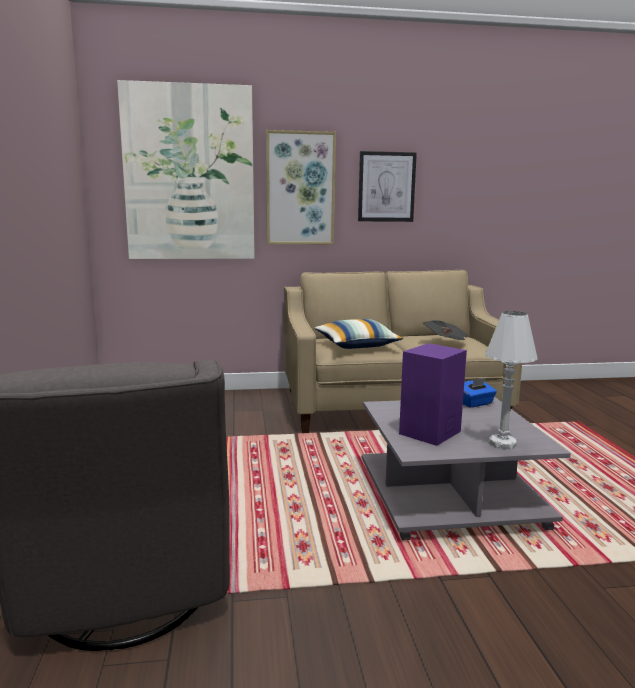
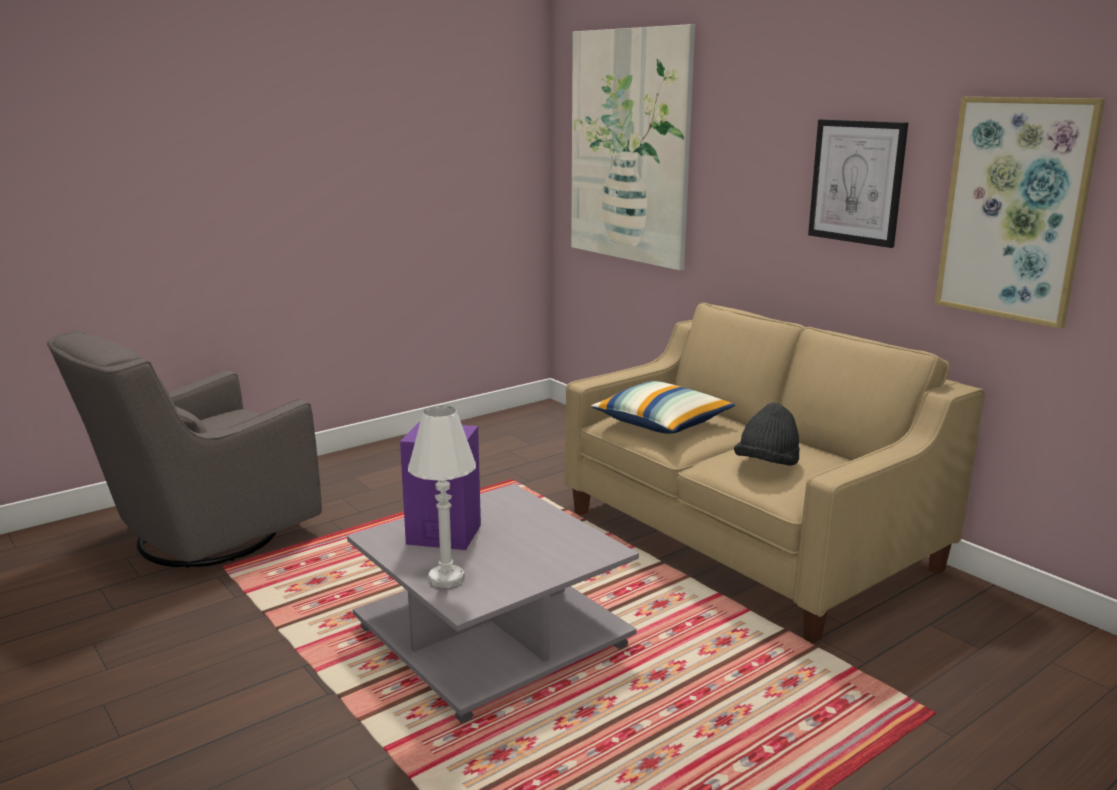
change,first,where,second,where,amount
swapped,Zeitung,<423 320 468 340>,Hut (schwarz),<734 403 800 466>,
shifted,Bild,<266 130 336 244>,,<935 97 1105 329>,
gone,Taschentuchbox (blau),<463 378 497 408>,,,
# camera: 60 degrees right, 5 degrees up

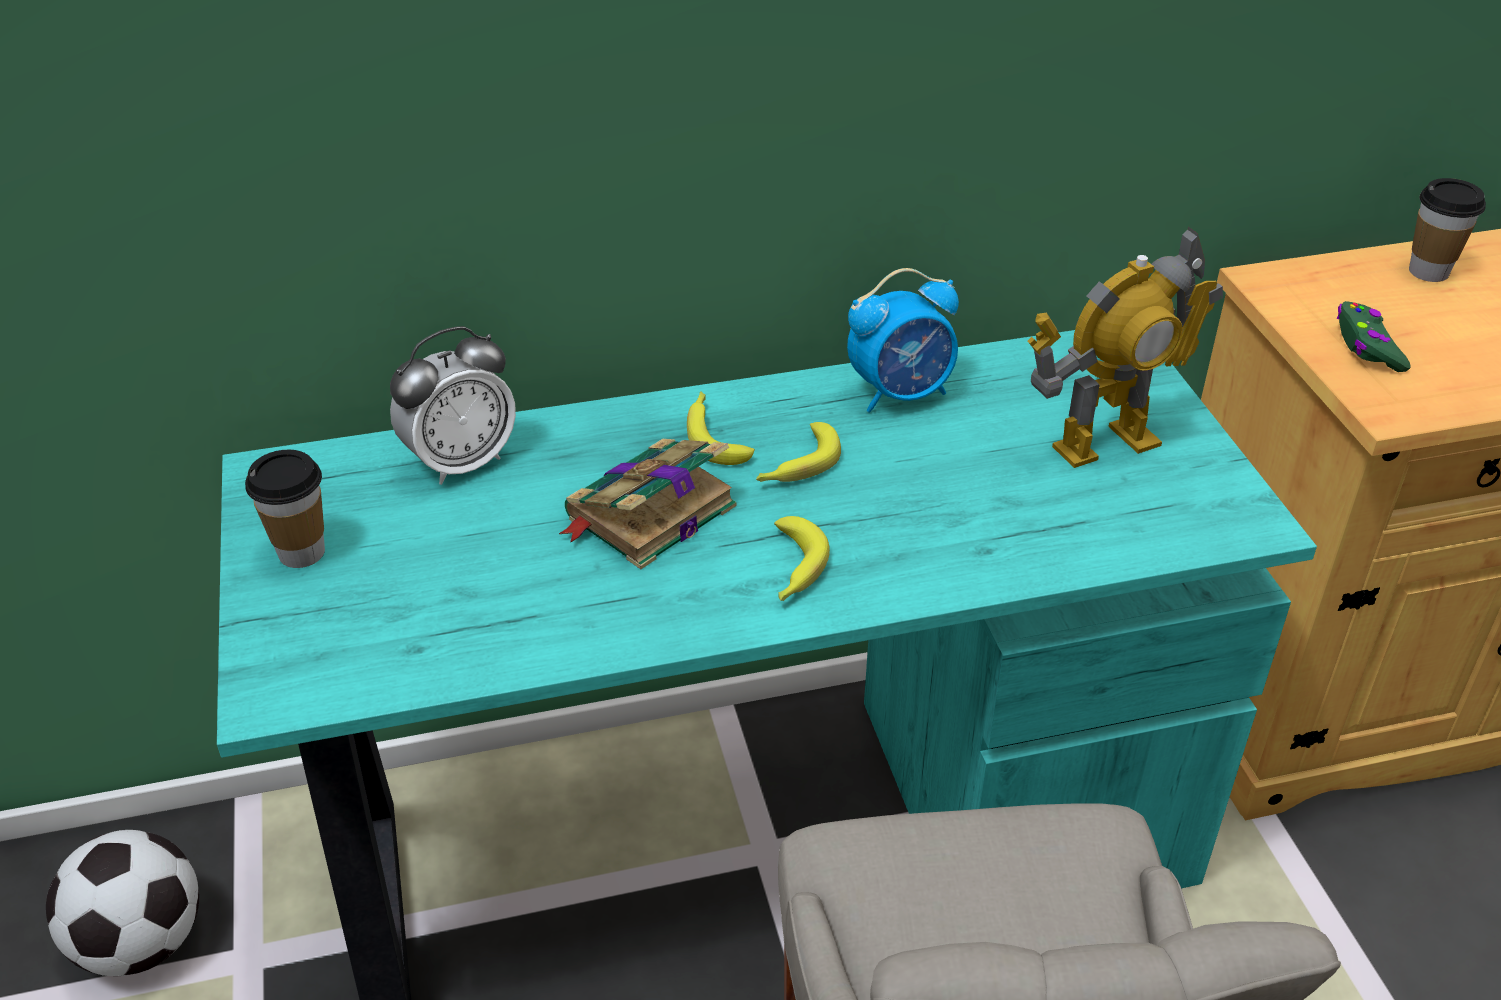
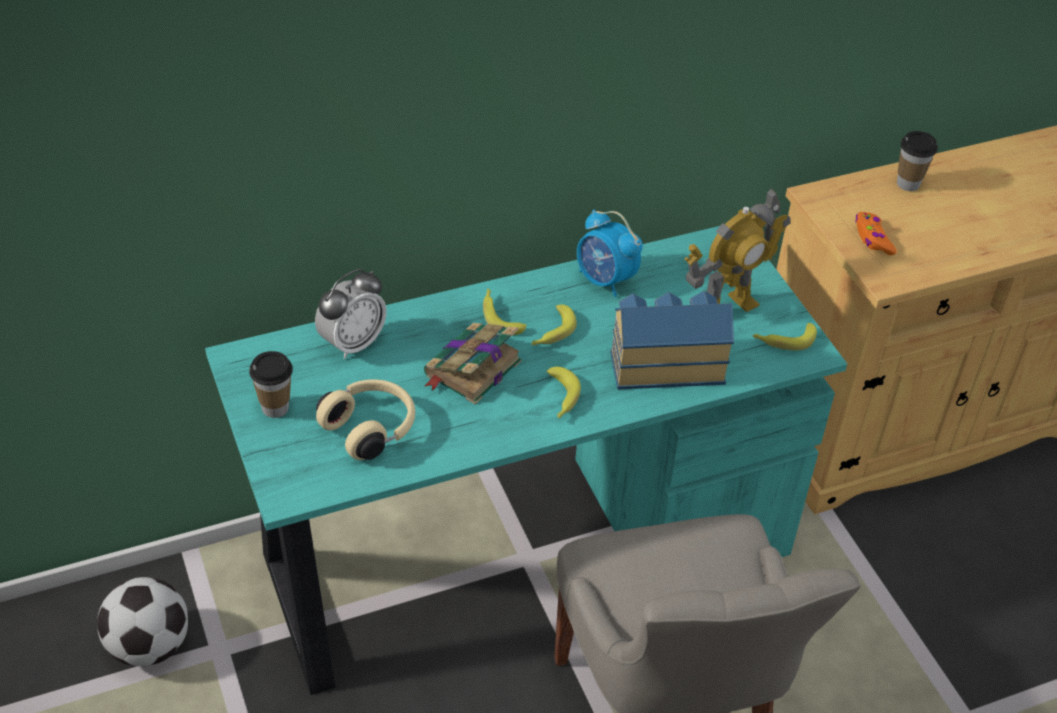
change,first,where,second,where,amount
new,,,Kopfhörer (beige),<316 379 415 460>,
rotated,Wecker,<847 268 959 413>,,<577 210 643 297>,75 degrees clockwise
new,,,Spielzeughaus,<610 291 734 390>,
new,,,Banane,<752 323 817 350>,
repainted,Gamepad (grün),<1337 301 1411 372>,Gamepad (orange),<855 212 897 255>,
# camera: 10 degrees left, 5 degrees up

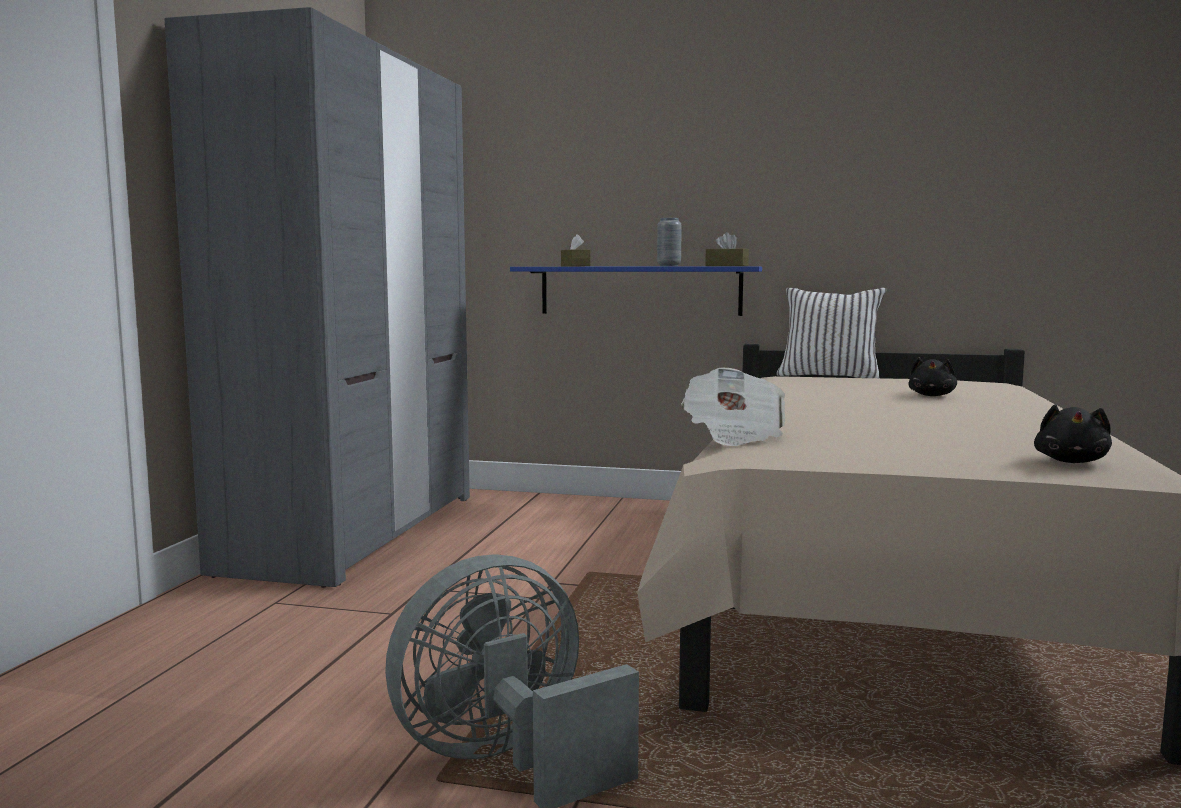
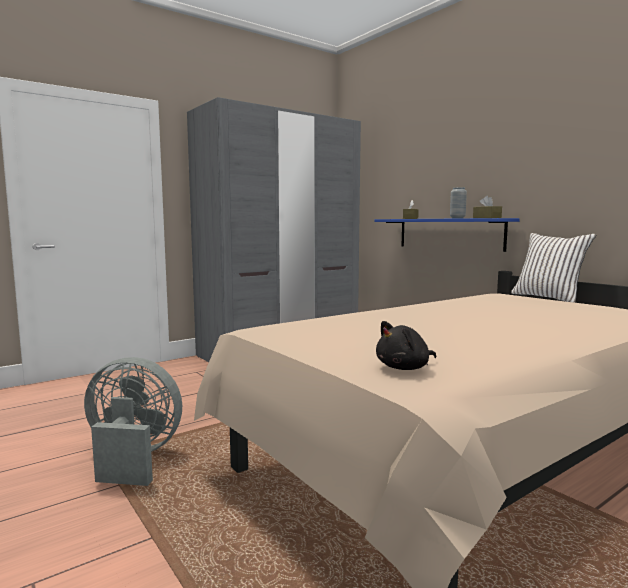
change,first,where,second,where,amount
gone,Zeitung,<681 368 785 446>,,,
gone,Plüschtier (schwarz),<908 357 957 396>,,,
# camera: 40 degrees right, 0 degrees up

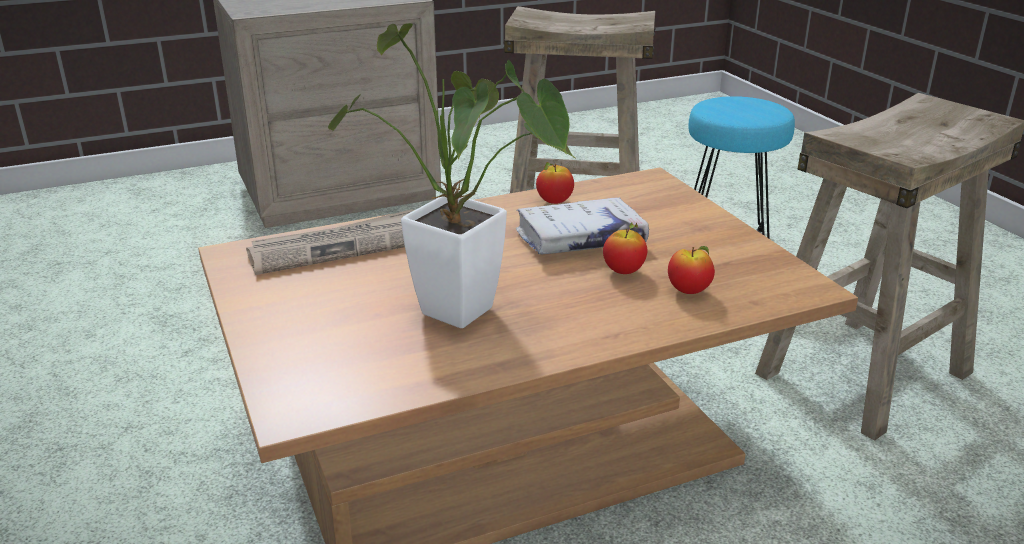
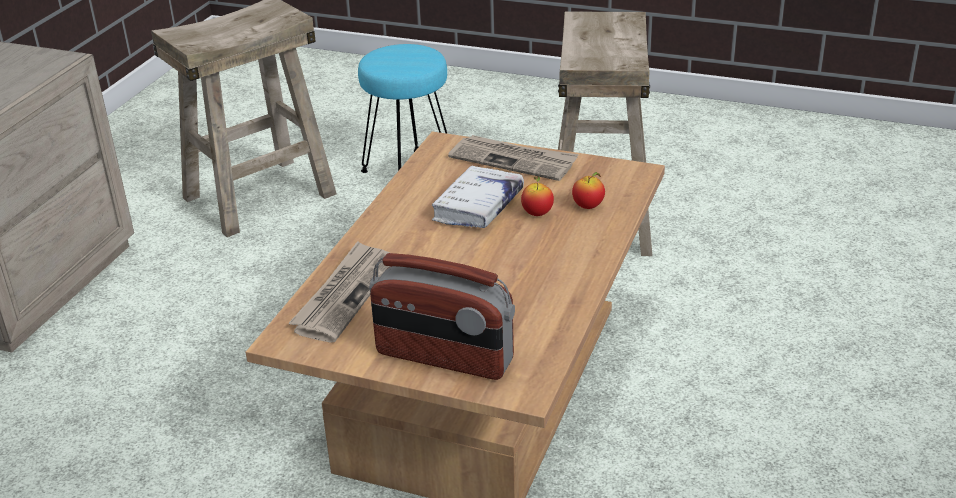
change,first,where,second,where,amount
new,,,Radio,<369 253 515 380>,
new,,,Zeitung,<448 135 579 181>,
gone,Topfpflanze,<328 23 575 328>,,,
gone,Apfel,<536 162 574 204>,,,
# camera: 45 degrees left, 5 degrees up

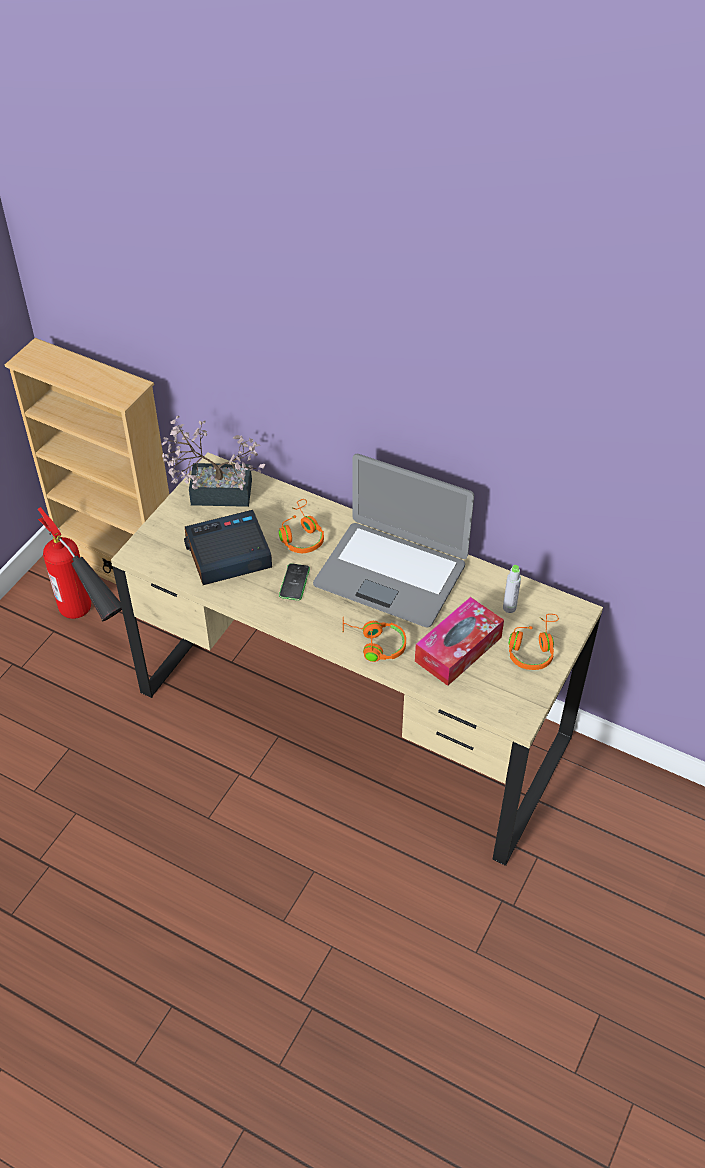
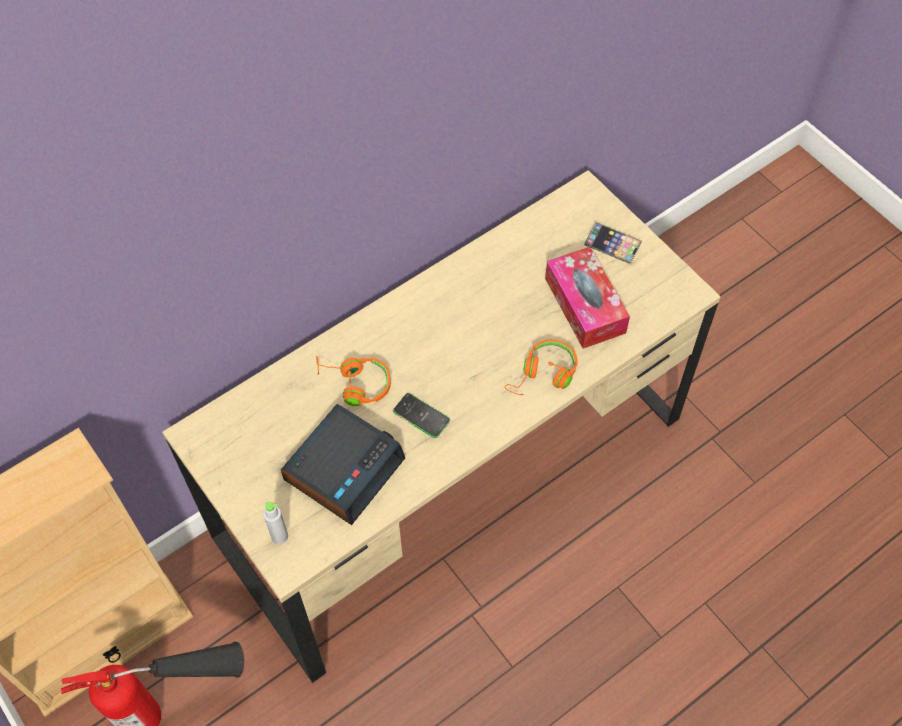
change,first,where,second,where,amount
shifted,Flasche (grau),<503 565 521 613>,,<263 502 288 544>,
rotated,Wecker,<184 510 272 585>,,<281 404 405 525>,150 degrees counterclockwise
swapped,Kopfhörer (orange),<509 614 559 670>,Handy,<584 222 642 264>,
gone,Topfpflanze,<162 416 265 507>,,,
gone,Laptop,<313 454 474 628>,,,
# camera: 65 degrees left, 10 degrees up

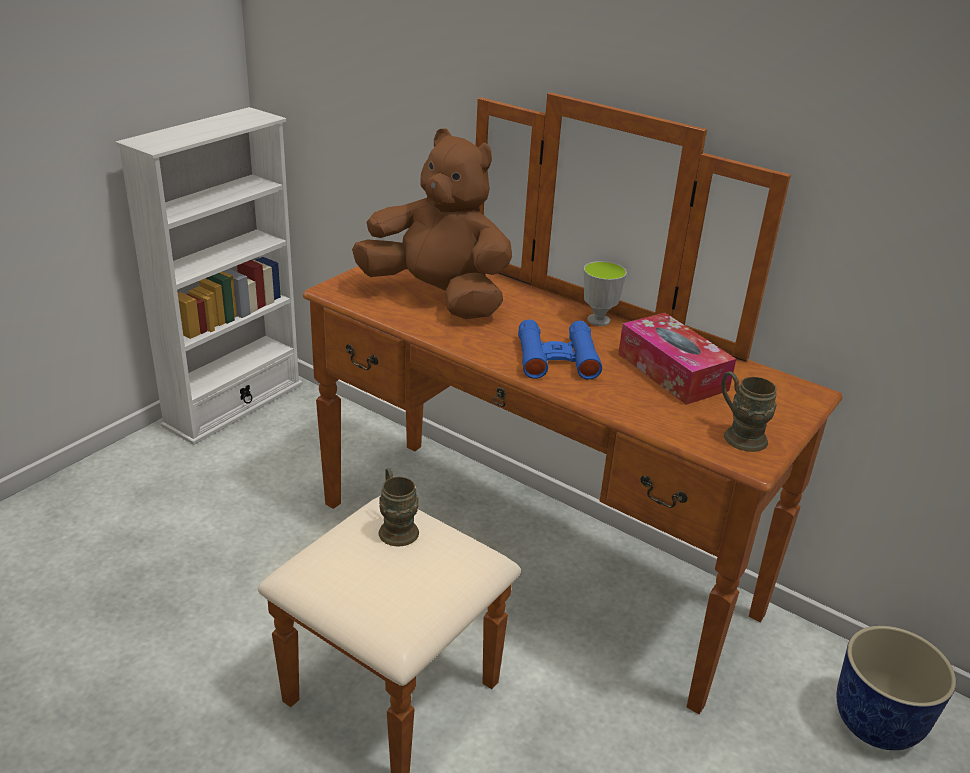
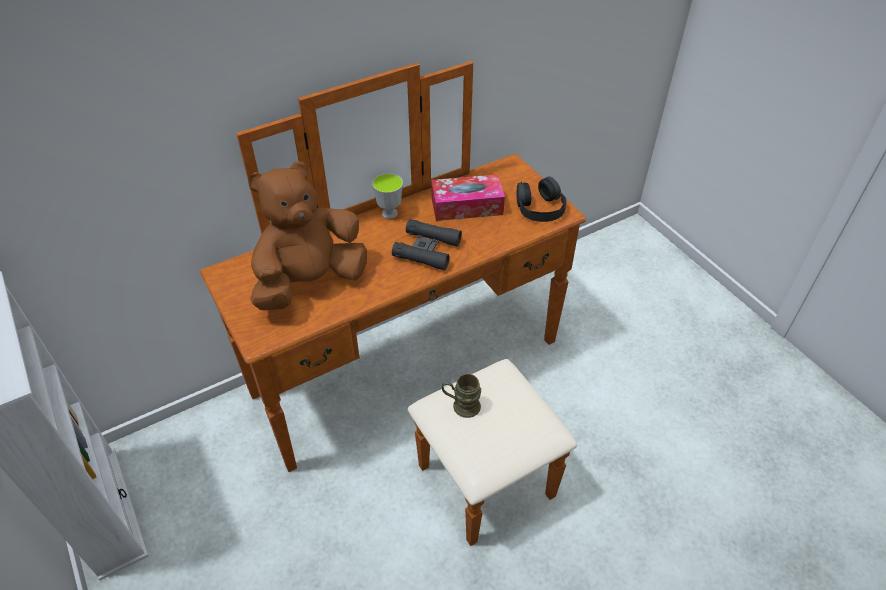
change,first,where,second,where,amount
repainted,Fernglas (blau),<518 320 602 380>,Fernglas (schwarz),<392 219 462 271>,
swapped,Henkelbecher (braun),<721 371 777 452>,Kopfhörer (schwarz),<517 176 567 222>,
gone,Pflanzkübel,<837 626 956 750>,,,
# camera: 65 degrees left, 15 degrees up

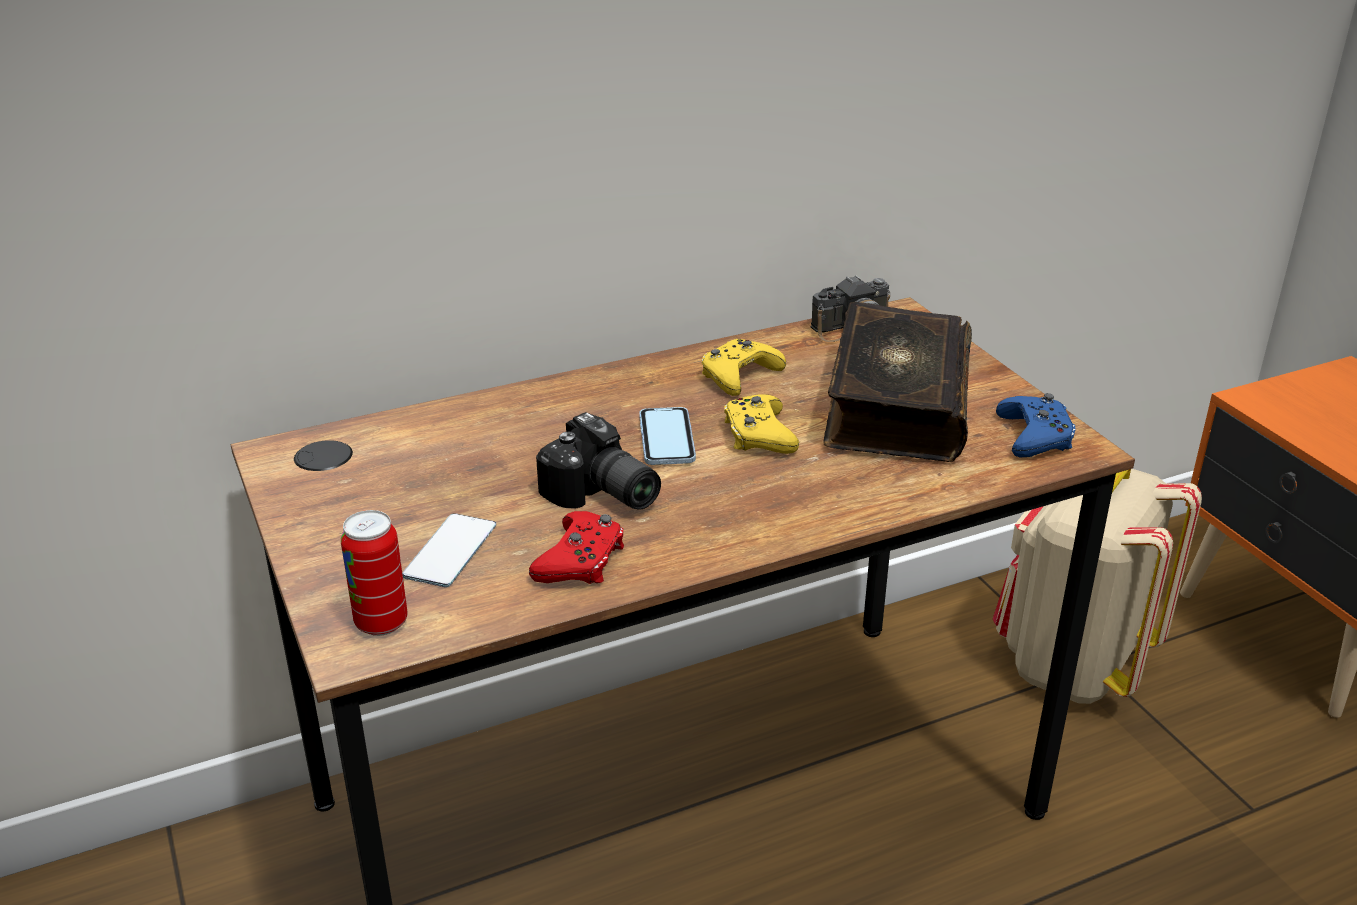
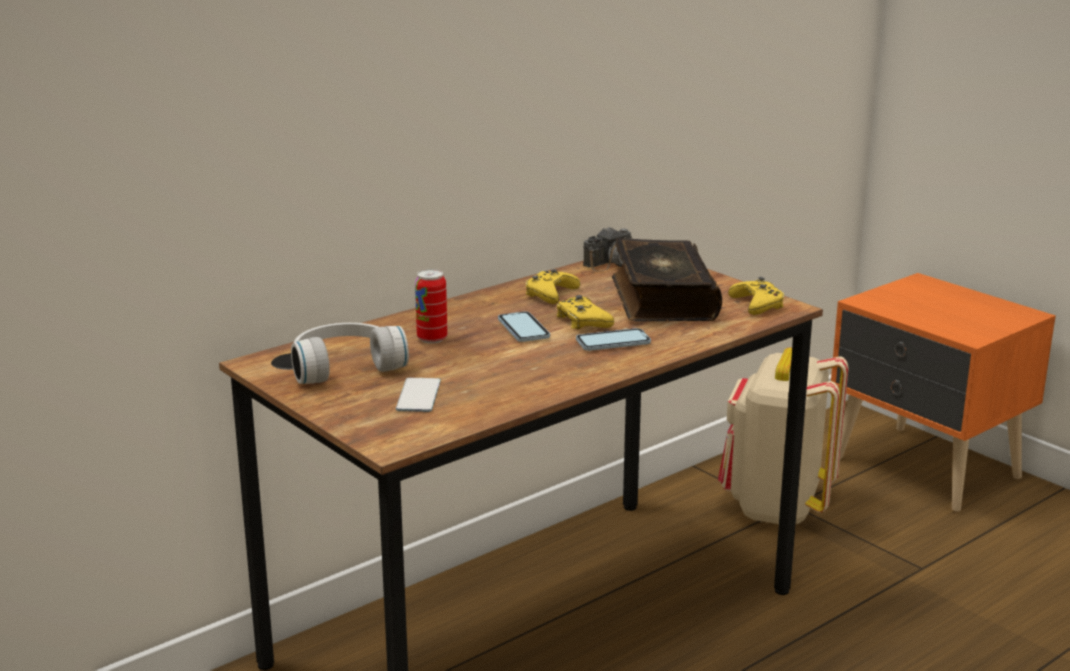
change,first,where,second,where,amount
new,,,Kopfhörer (weiß),<291 323 409 384>,
shifted,Dose,<341 510 408 636>,,<415 269 448 344>,
new,,,Handy,<576 328 651 351>,
repainted,Gamepad (blau),<996 393 1076 458>,Gamepad (gelb),<728 277 784 315>,
gone,Gamepad (rot),<529 511 624 584>,,,
gone,Kamera,<536 412 661 510>,,,
# camera: 15 degrees left, 10 degrees down

